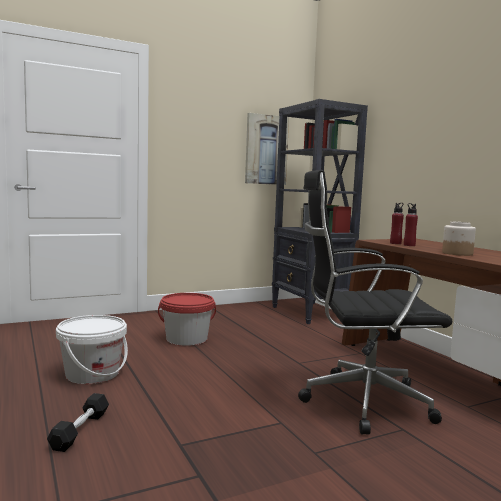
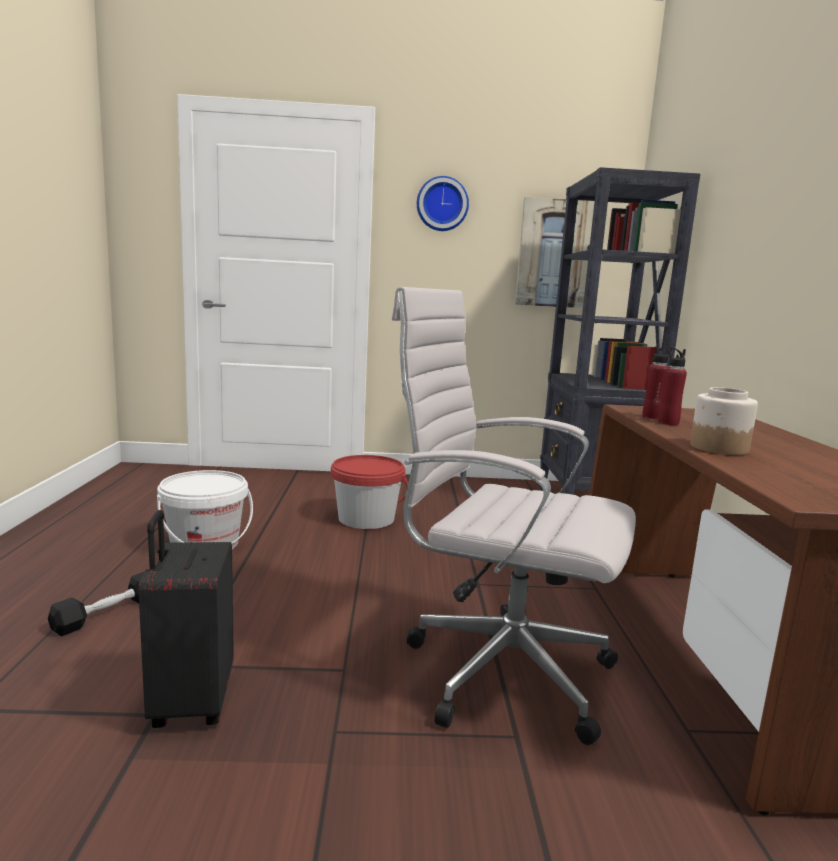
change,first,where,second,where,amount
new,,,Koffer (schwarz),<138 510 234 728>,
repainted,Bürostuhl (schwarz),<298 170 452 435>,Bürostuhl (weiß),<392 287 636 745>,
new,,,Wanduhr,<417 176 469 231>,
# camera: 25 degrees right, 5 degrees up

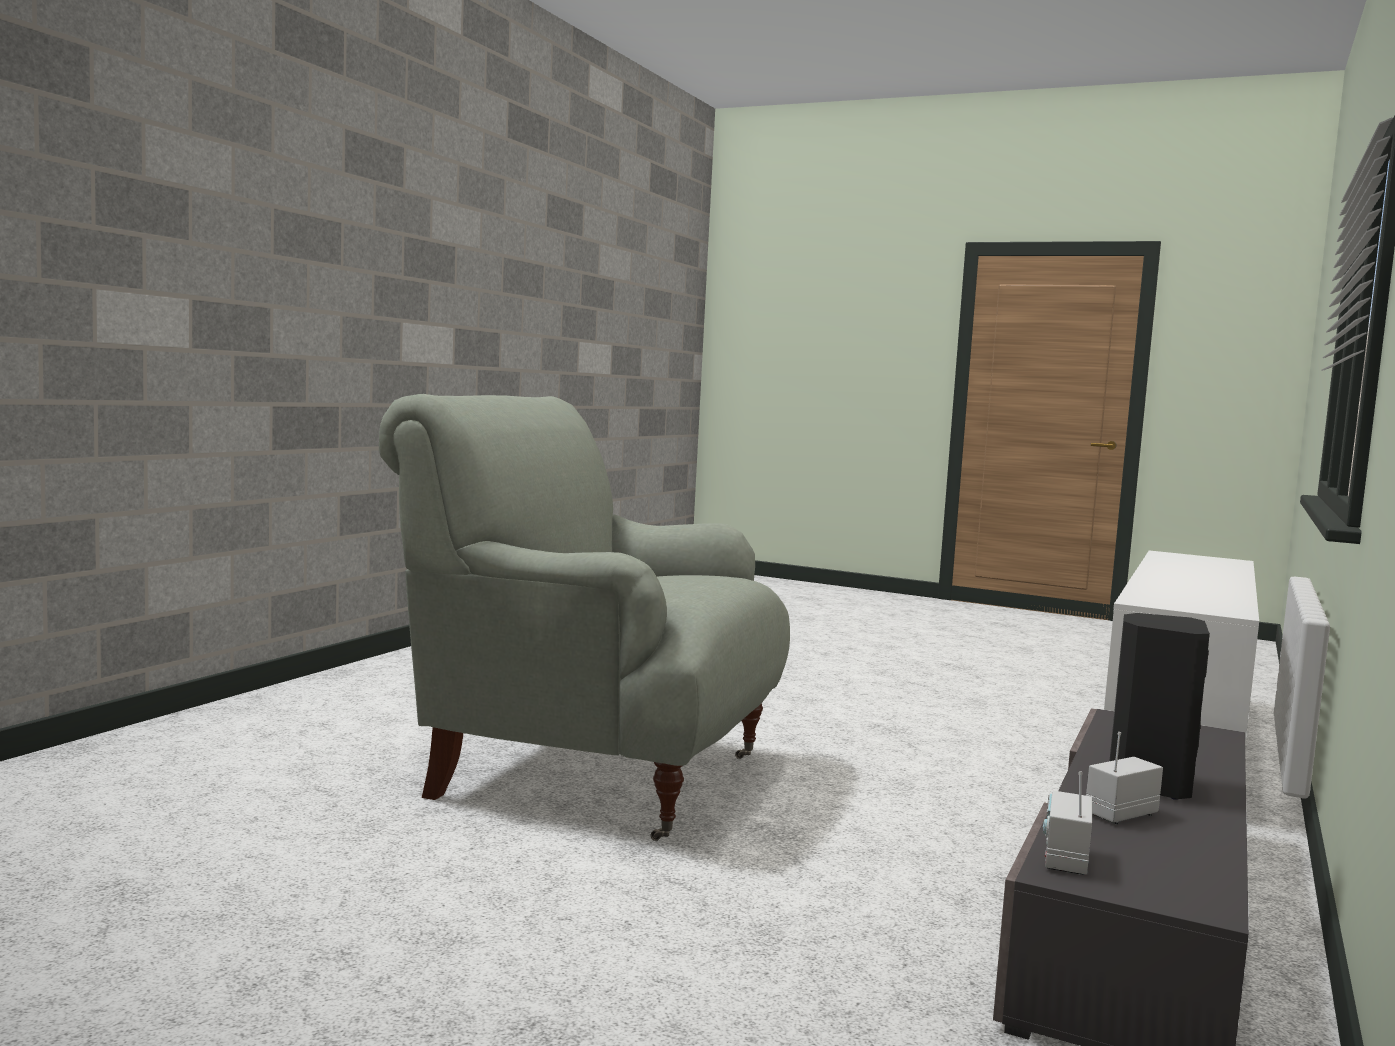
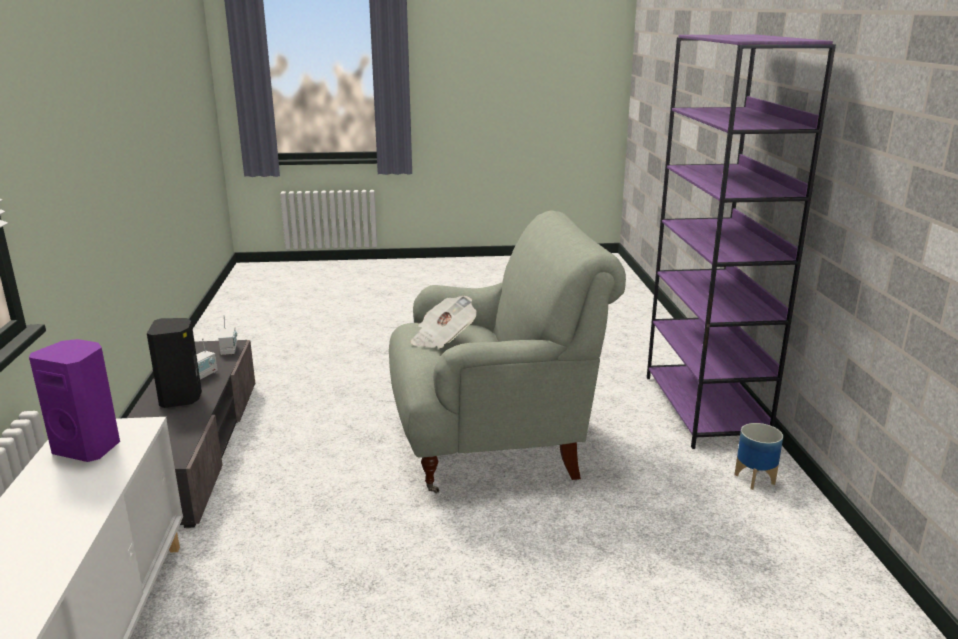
change,first,where,second,where,amount
new,,,Lautsprecher (lila),<29 339 120 462>,
new,,,Zeitung,<410 296 477 349>,
new,,,Bücherregal (lila),<647 35 836 449>,
new,,,Pflanzkübel,<734 423 783 490>,
# camera: 150 degrees right, 15 degrees up

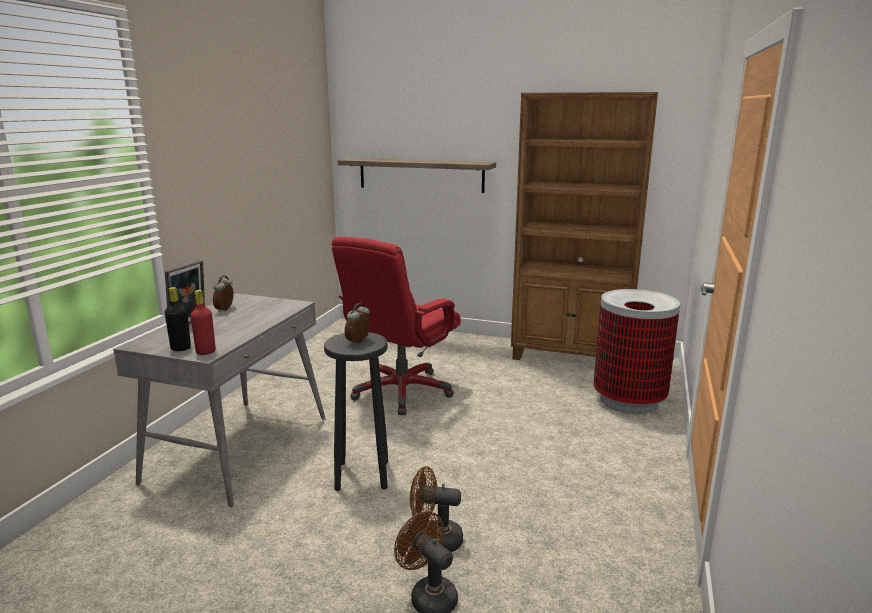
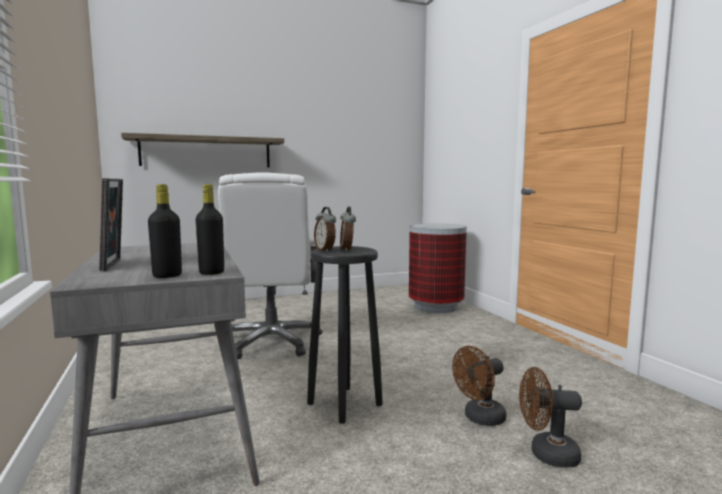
change,first,where,second,where,amount
repainted,Flasche (rot),<190 290 216 355>,Flasche (schwarz),<196 184 224 275>,
repainted,Bürostuhl (rot),<332 237 461 415>,Bürostuhl (weiß),<218 172 322 359>,
shifted,Wecker,<213 275 234 312>,,<314 207 336 252>,
gone,Bücherregal (braun),<511 92 658 360>,,,
# camera: 40 degrees left, 10 degrees down

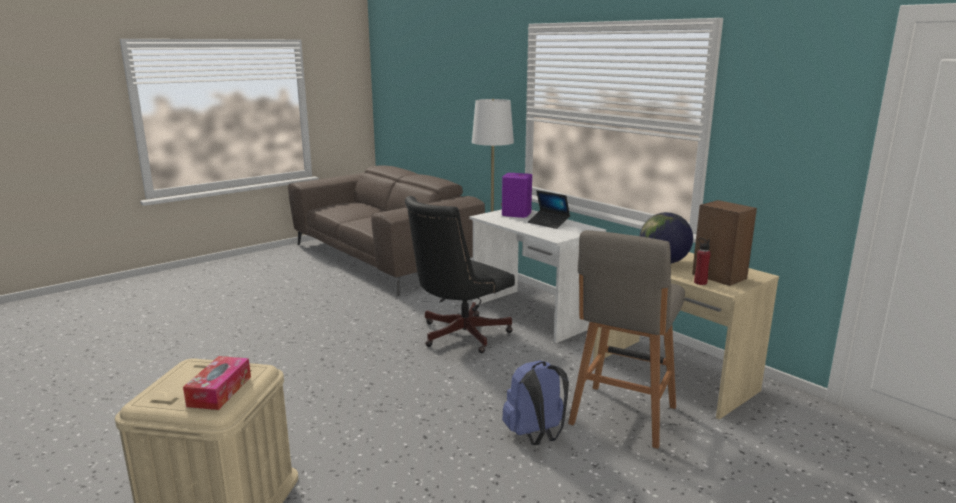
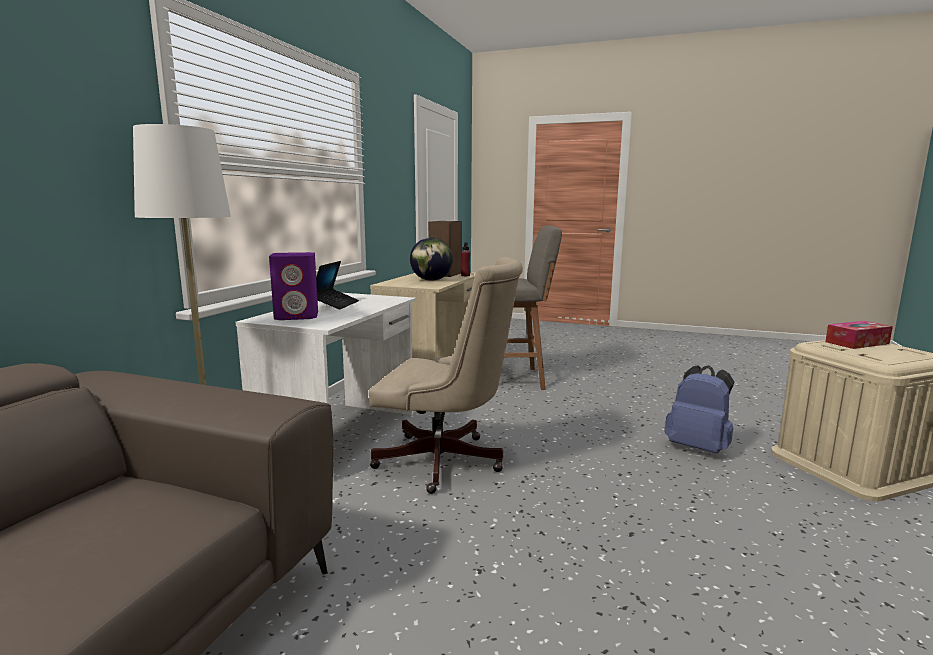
change,first,where,second,where,amount
repainted,Bürostuhl (schwarz),<405 196 515 353>,Bürostuhl (beige),<369 257 523 494>,
shifted,Rucksack (blau),<502 360 569 445>,,<664 365 734 453>,
# camera: 120 degrees left, 5 degrees down

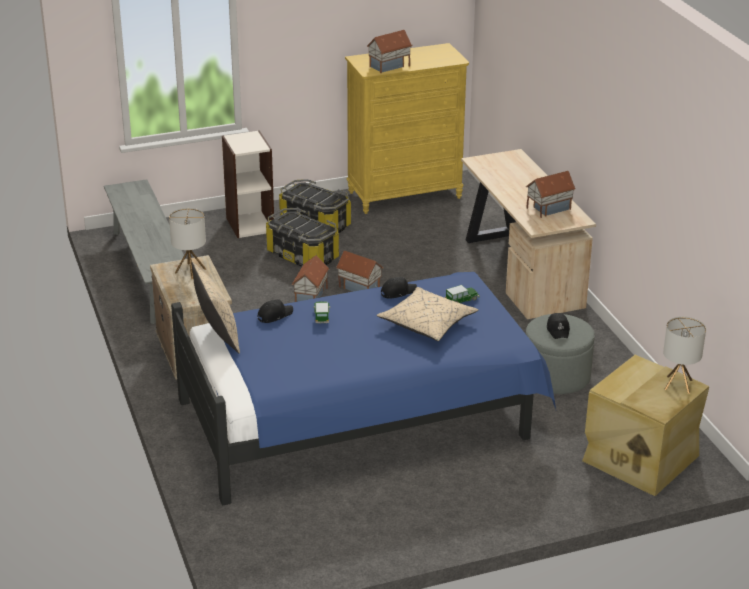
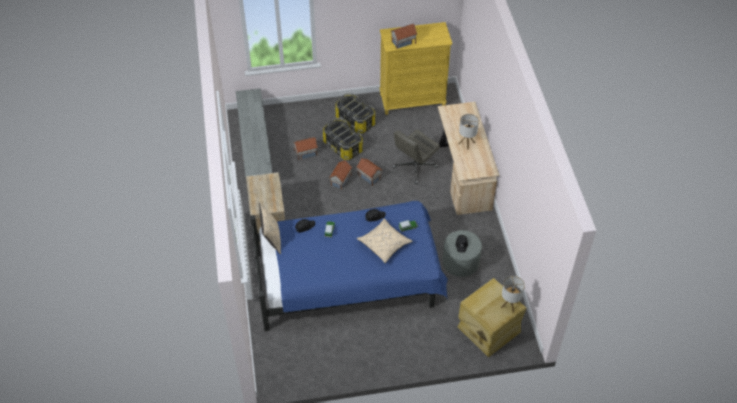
change,first,where,second,where,amount
shifted,Spielzeughaus,<526 171 576 218>,,<293 137 318 160>,
new,,,Bürostuhl (grau),<392 130 440 184>,
shifted,Tischlampe,<169 208 206 279>,,<459 114 479 149>,
gone,Bücherregal,<222 130 274 238>,,,
# camera: 10 degrees right, 20 degrees up

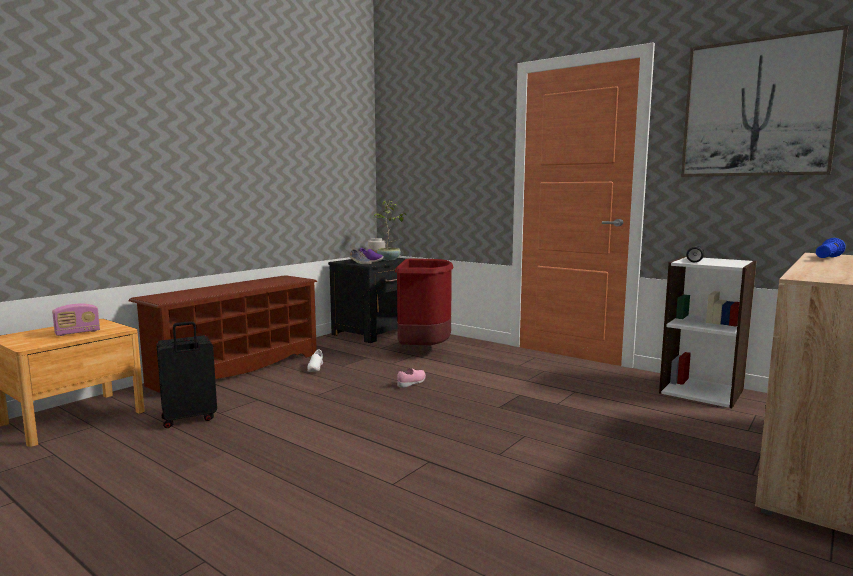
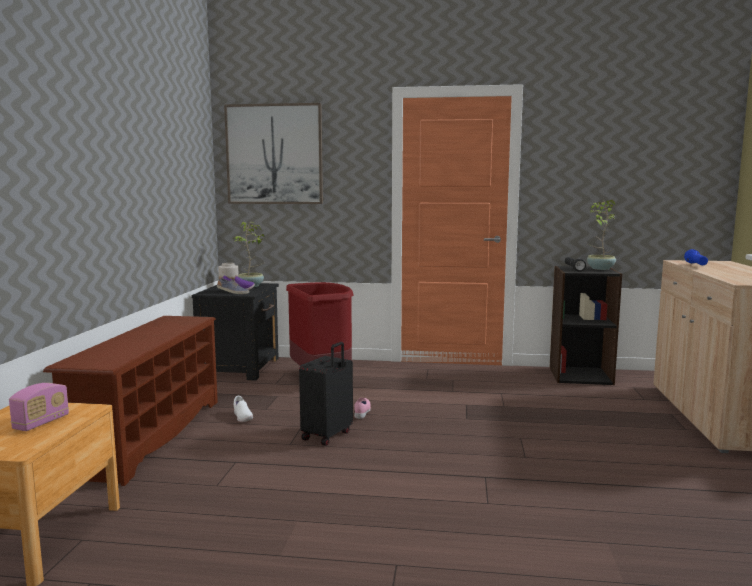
change,first,where,second,where,amount
shifted,Bild,<681 25 848 177>,,<224 103 323 204>,
shifted,Koffer (schwarz),<156 321 217 428>,,<299 342 353 446>,
repainted,Bücherregal (weiß),<659 256 756 408>,Bücherregal (schwarz),<550 266 622 385>,
new,,,Topfpflanze,<587 200 616 270>,
# camera: 30 degrees left, 0 degrees up

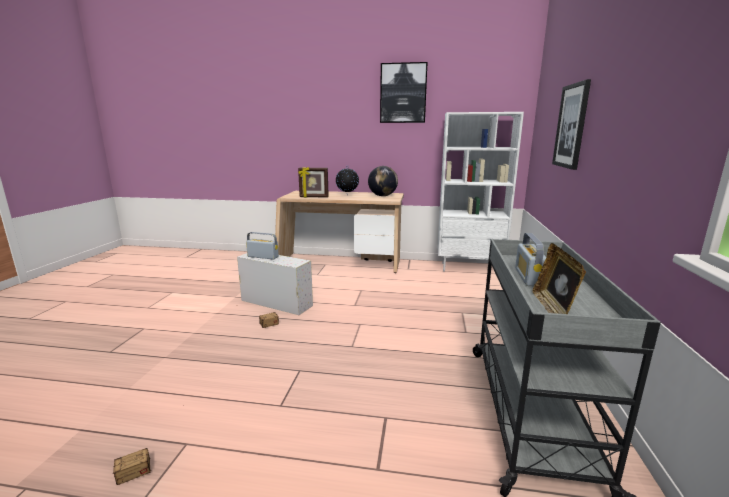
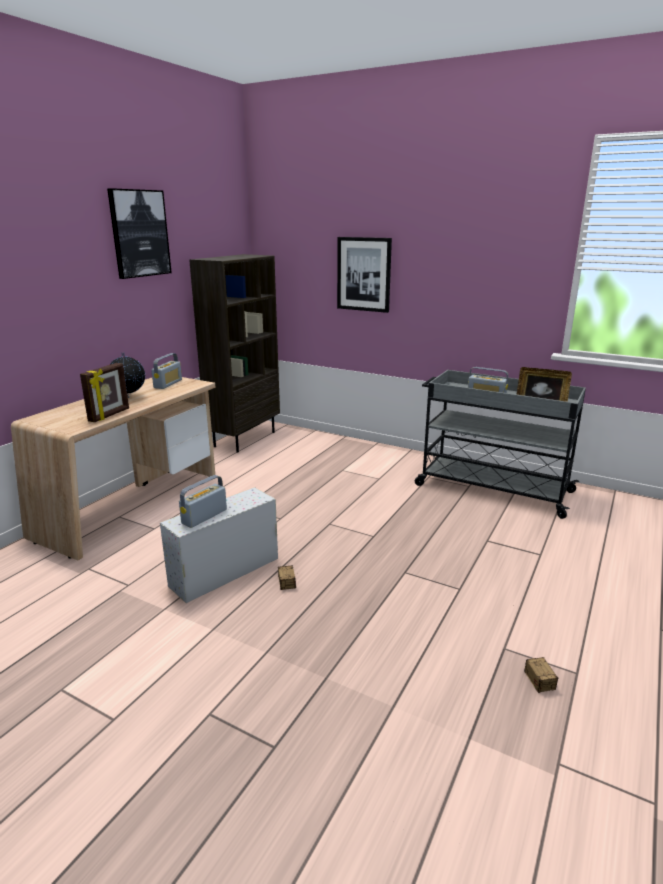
change,first,where,second,where,amount
swapped,Globus,<368 166 398 196>,Radio,<151 353 182 389>,
repainted,Bücherregal (weiß),<438 112 524 272>,Bücherregal (braun),<189 254 280 453>,
# camera: 70 degrees left, 5 degrees up

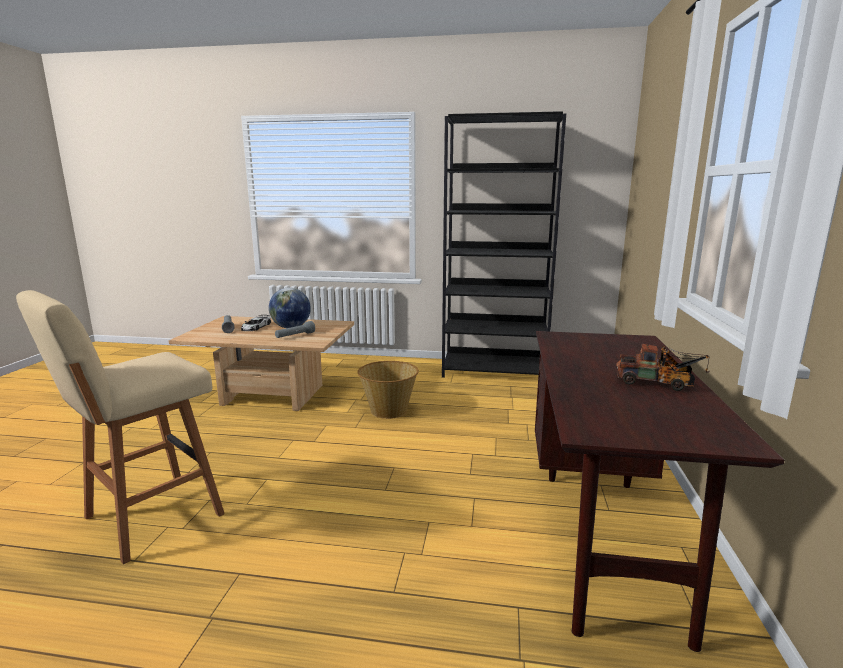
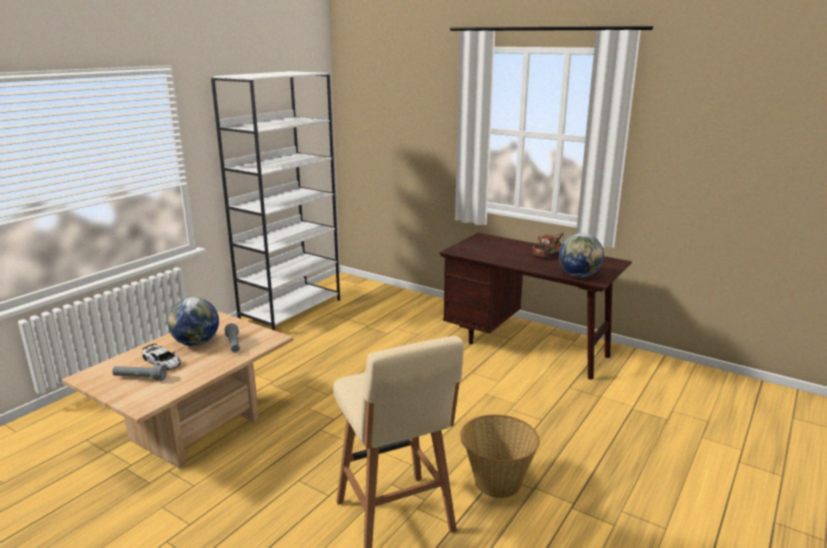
change,first,where,second,where,amount
repainted,Bücherregal (schwarz),<442 111 566 378>,Bücherregal (weiß),<211 71 340 331>,
shifted,Korb,<357 361 419 419>,,<460 414 540 498>,
new,,,Globus,<559 233 604 277>,
# camera: 65 degrees left, 5 degrees up

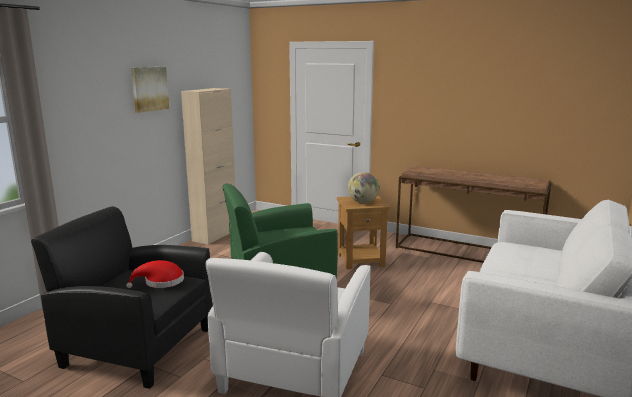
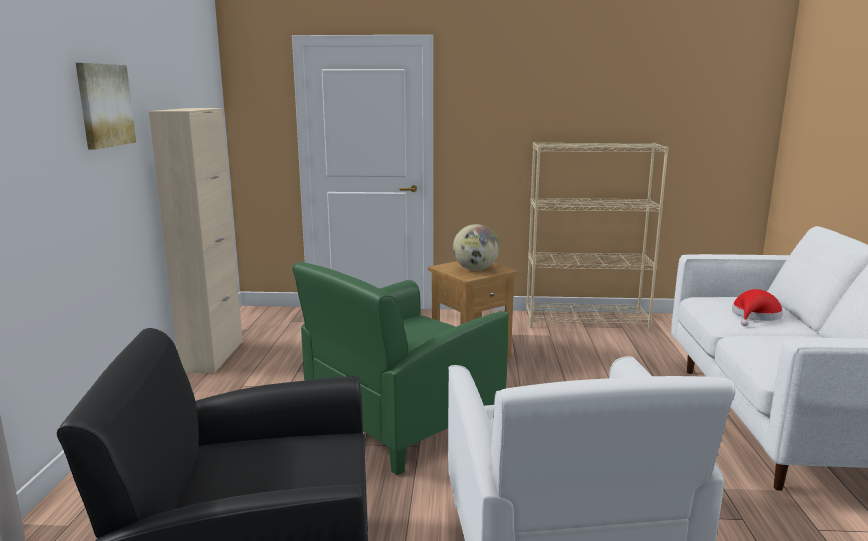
change,first,where,second,where,amount
swapped,Konsolentisch (braun),<396 166 551 263>,Bücherregal (beige),<526 142 669 330>,
shifted,Hut (rot),<126 260 184 288>,,<732 289 783 326>,
# camera: 25 degrees left, 0 degrees up

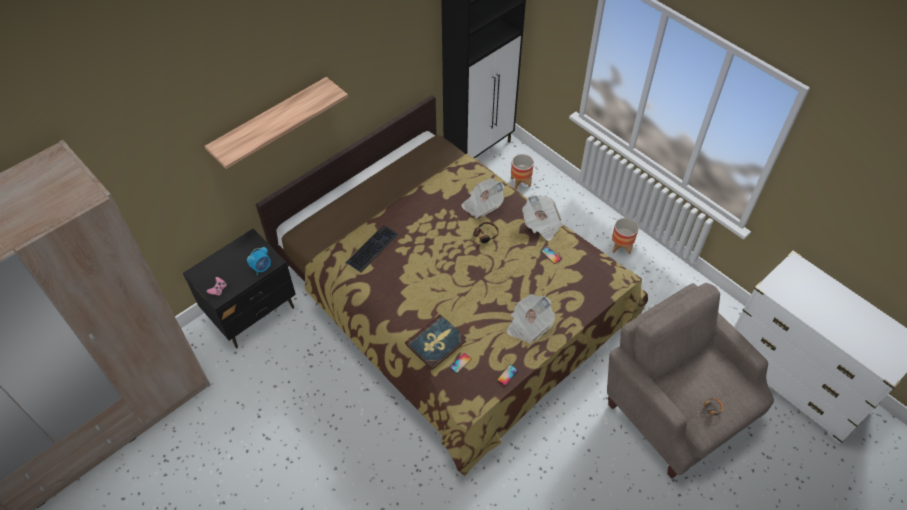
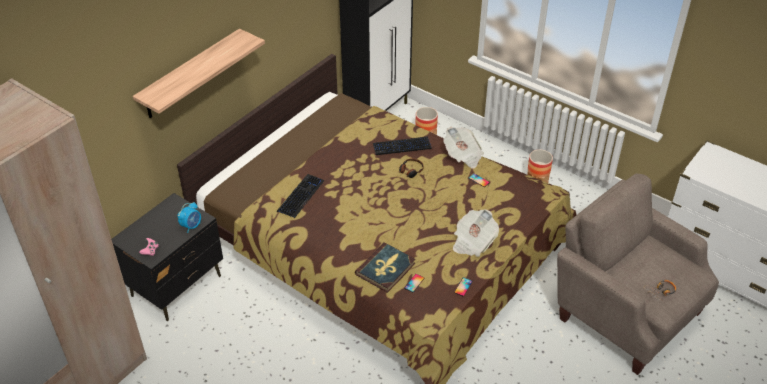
change,first,where,second,where,amount
swapped,Zeitung,<462 178 505 219>,Tastatur,<373 137 431 155>,
# camera: 10 degrees left, 10 degrees down

